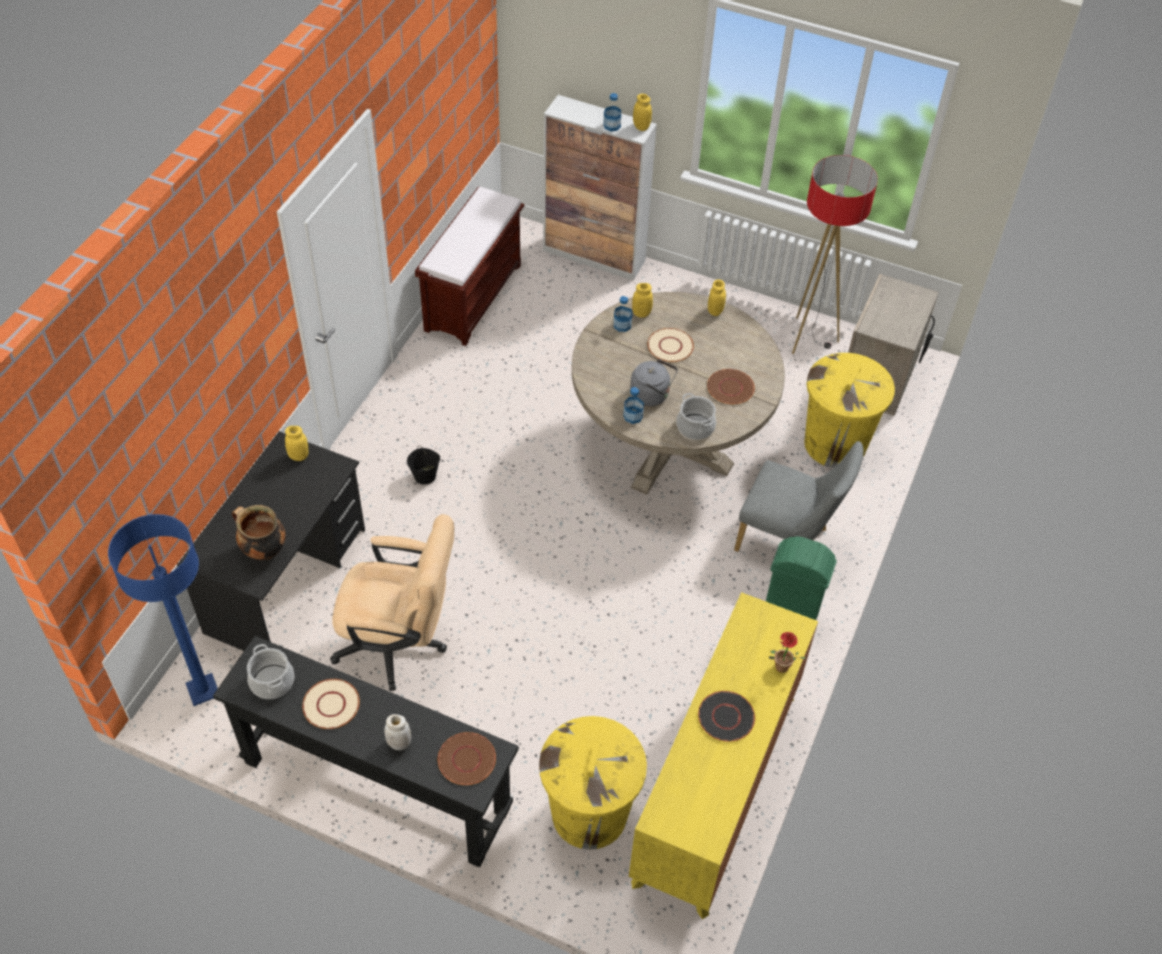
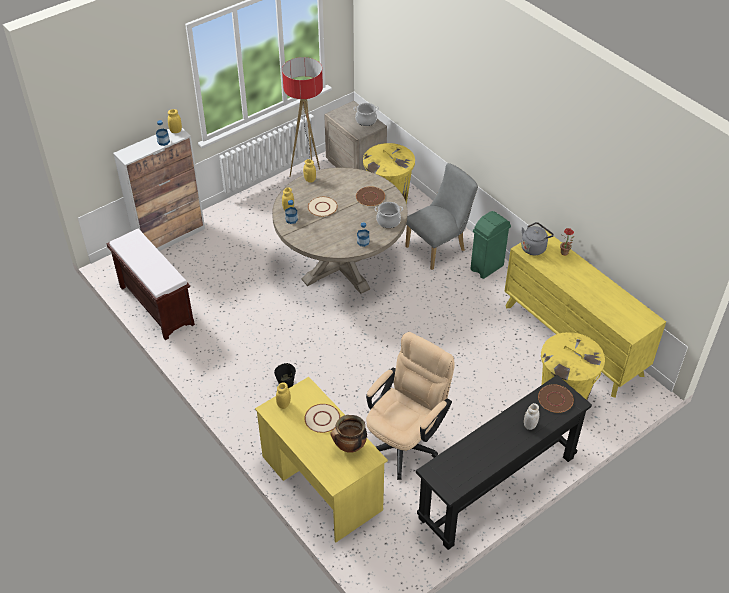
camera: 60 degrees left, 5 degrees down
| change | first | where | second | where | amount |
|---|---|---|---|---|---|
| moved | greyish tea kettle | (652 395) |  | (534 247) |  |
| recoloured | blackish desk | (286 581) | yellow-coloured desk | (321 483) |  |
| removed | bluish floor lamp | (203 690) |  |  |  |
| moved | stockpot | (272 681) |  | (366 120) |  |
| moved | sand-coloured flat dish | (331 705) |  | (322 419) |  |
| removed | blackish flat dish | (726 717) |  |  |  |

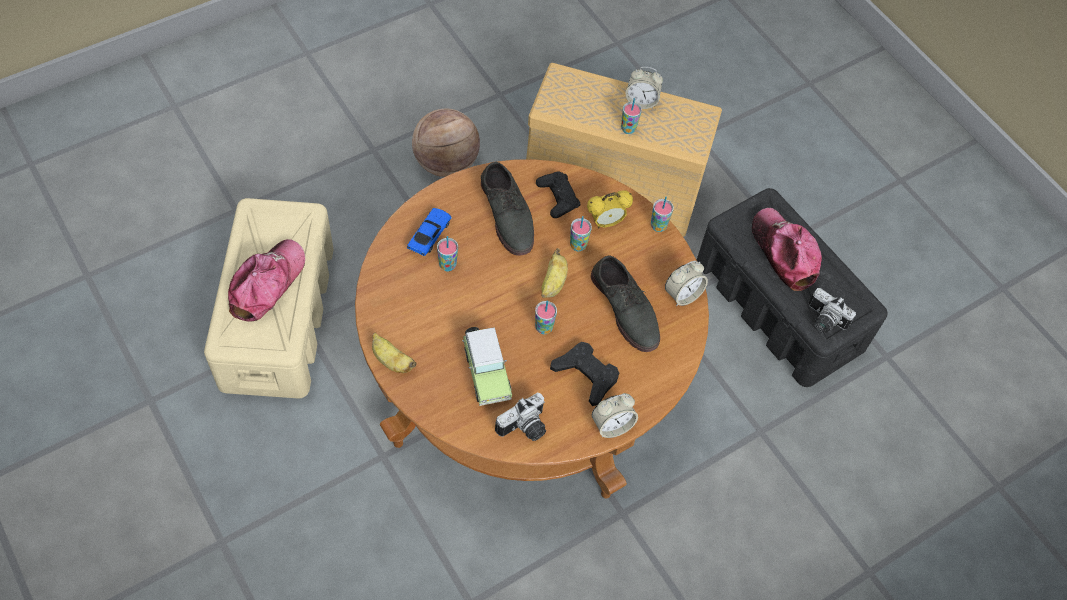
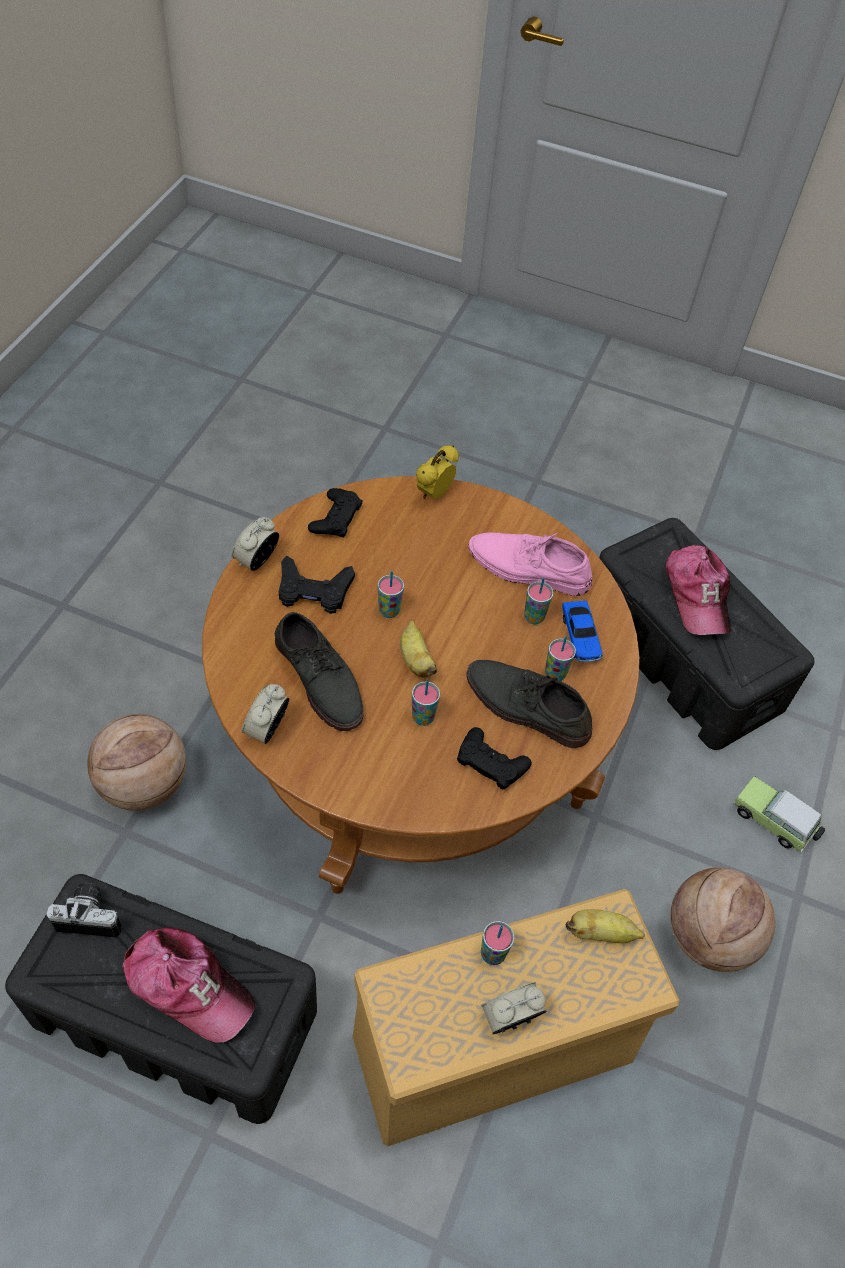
camera: 145 degrees right, 5 degrees down
| change | first | where | second | where | amount |
|---|---|---|---|---|---|
| moved | bedside clock | (606 223) |  | (434 494) |  |
| moved | cup | (658 226) |  | (555 674) |  |
| recoloured | sand-coloured storage bin | (278 315) | blackish storage bin | (683 657) |  |
| turned | greyish item of footwear | (626 308) |  | (320 678) | 150 degrees counterclockwise |
| moved | toy car | (486 371) |  | (774 822) |  |
| moved | banana fruit | (391 361) |  | (600 933) |  |
| replaced | photo camera | (525 428) | blackish game controller | (335 518) |  |
| added |  |  | pinkish item of footwear | (528 569) |  |
| added |  |  | basketball ball | (144 784) |  |

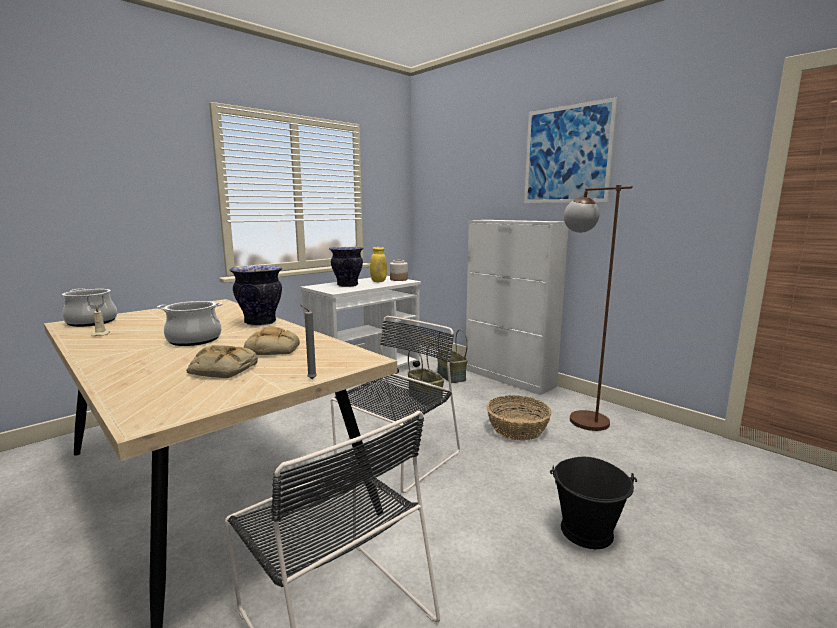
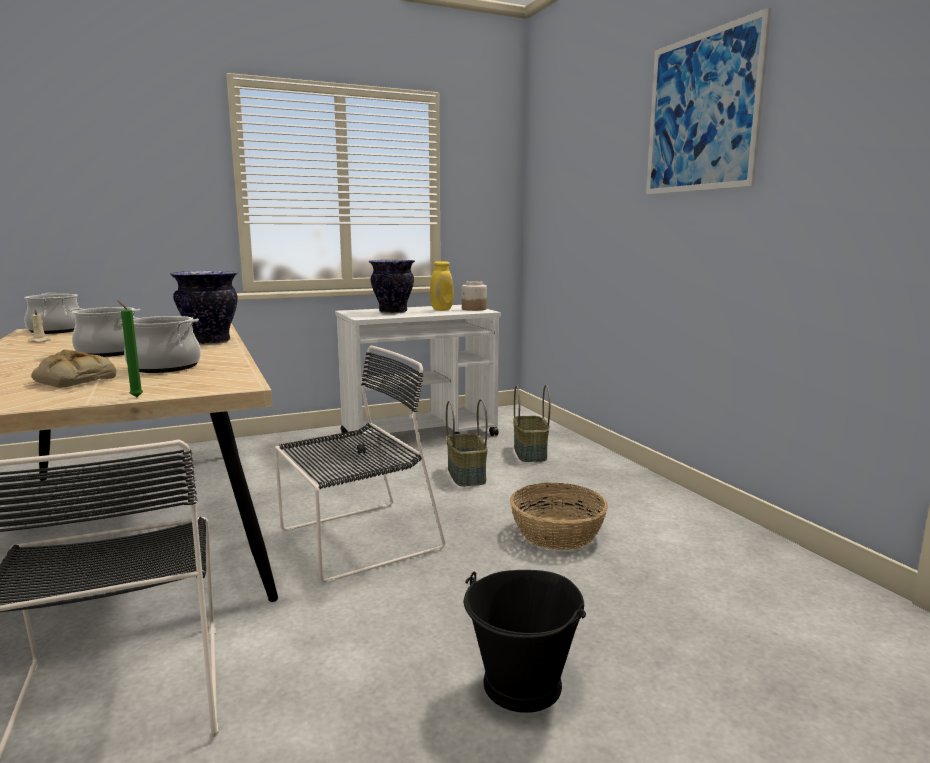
camera: 20 degrees right, 0 degrees up
| change | first | where | second | where | amount |
|---|---|---|---|---|---|
| removed | brown floor lamp | (579 416) |  |  |  |
| removed | white-coloured cabinet | (509 378) |  |  |  |
| recoloured | greyish candle | (310 379) | greenish candle | (135 397) |  |
| replaced | bread | (274 349) | stockpot | (165 367) |  |

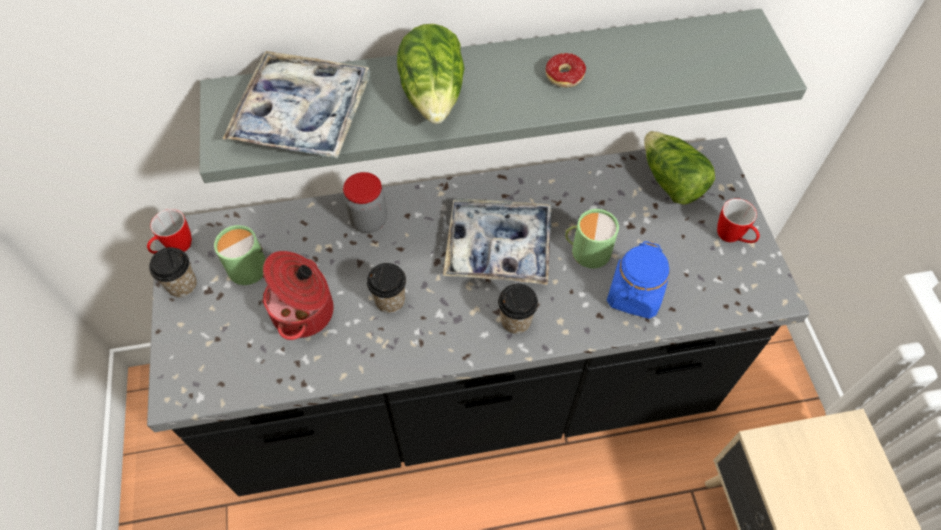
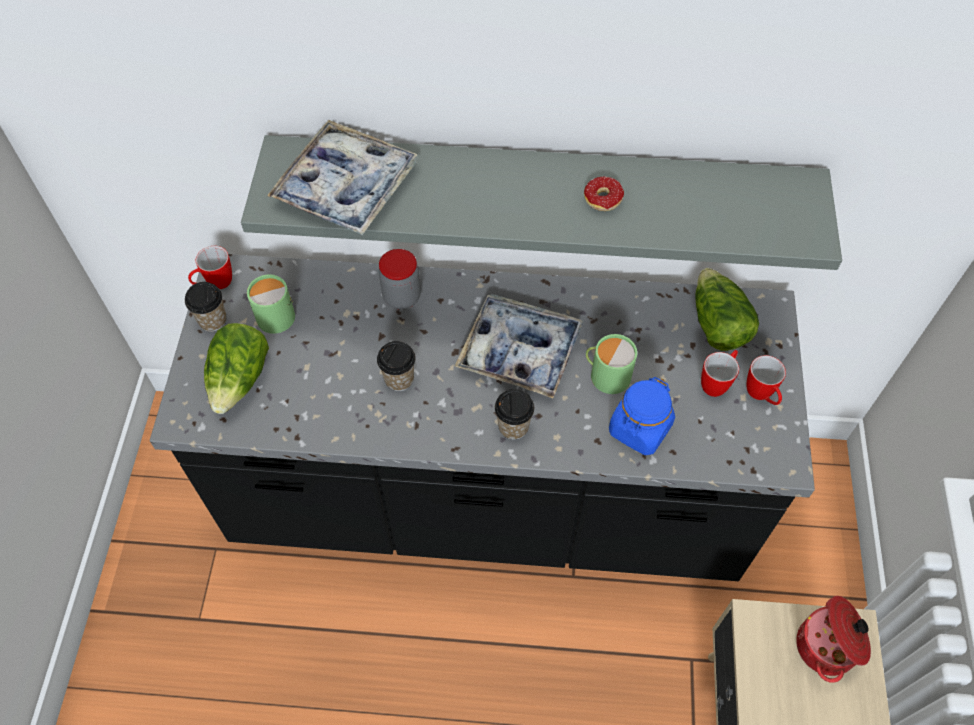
camera: 15 degrees right, 0 degrees up
| change | first | where | second | where | amount |
|---|---|---|---|---|---|
| moved | lettuce head | (434 95) |  | (240 379) |  |
| moved | stockpot | (305 312) |  | (827 647) |  |
| added |  |  | tea mug | (717 382) |  |

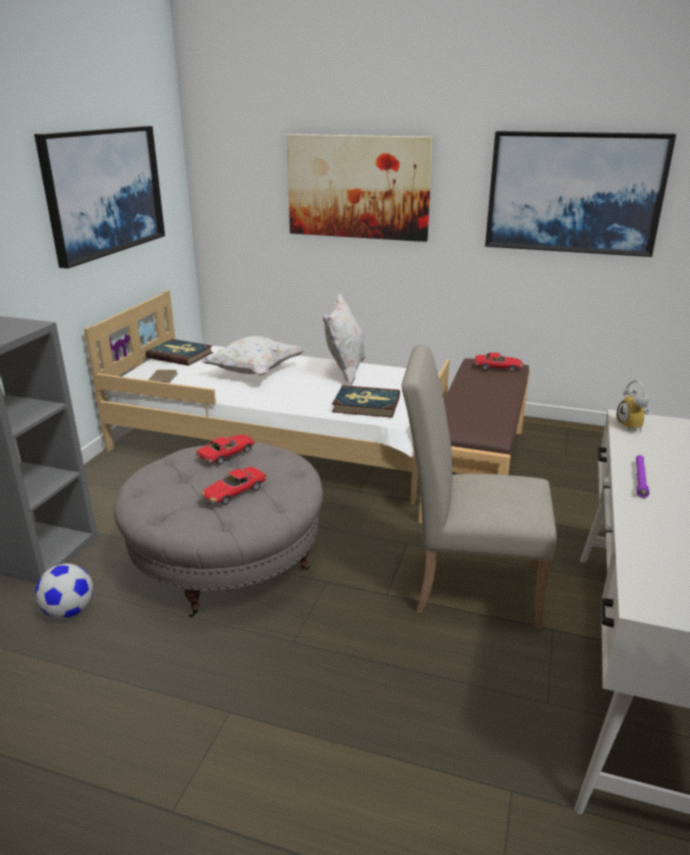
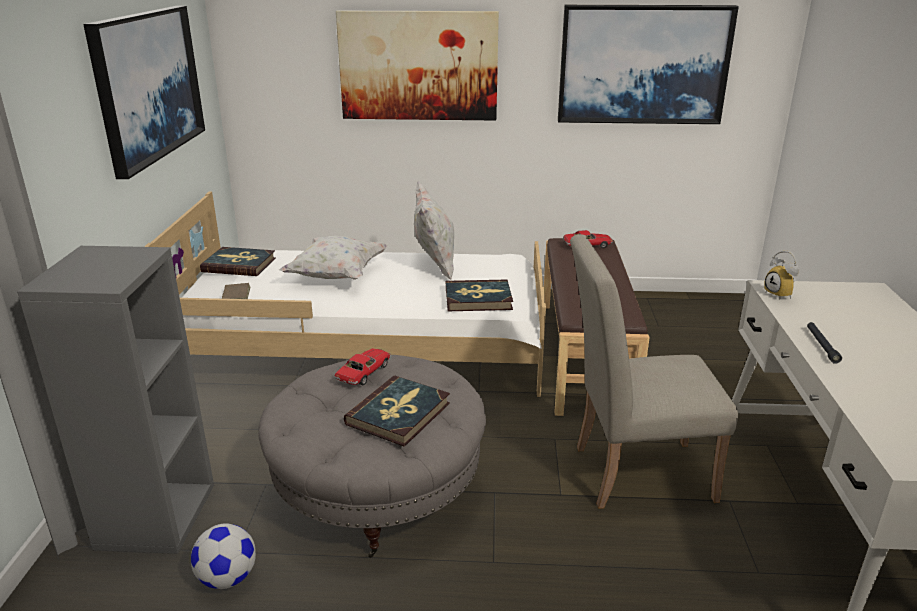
camera: 15 degrees left, 0 degrees up
| change | first | where | second | where | amount |
|---|---|---|---|---|---|
| recoloured | purple flashlight | (640 479) | blackish flashlight | (821 346) |  |
| replaced | toy car | (234 492) | book | (399 414) |  |

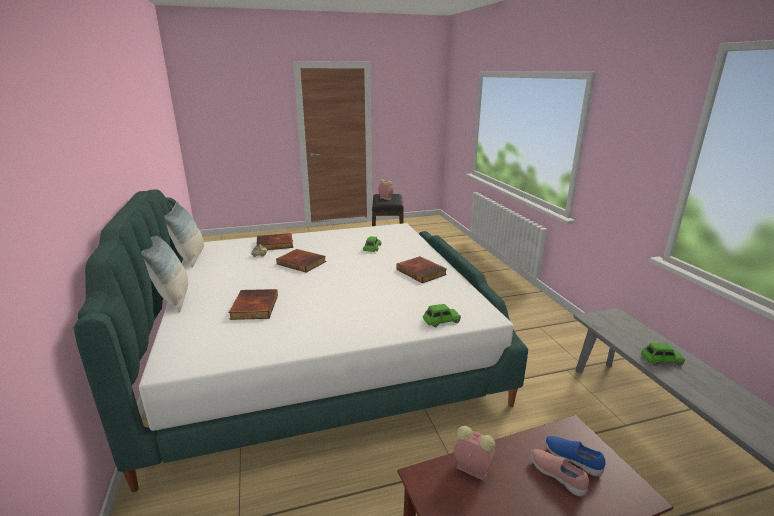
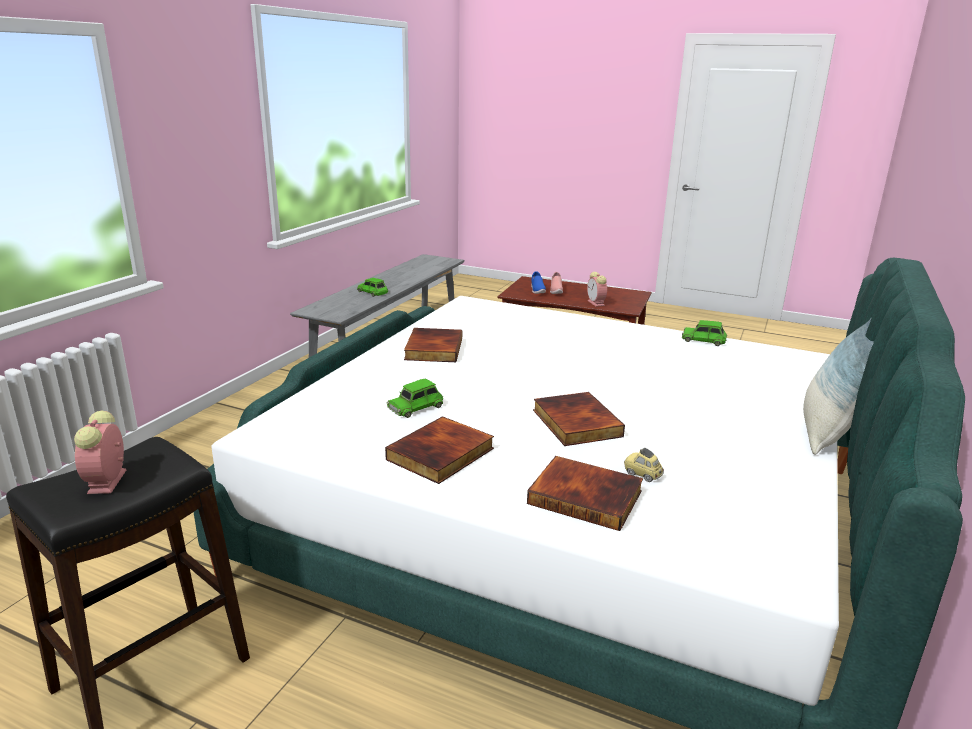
camera: 140 degrees left, 0 degrees up
| change | first | where | second | where | amount |
|---|---|---|---|---|---|
| removed | pillow | (190 257) |  |  |  |
| moved | book | (253 307) |  | (441 455) |  |
| moved | greenish toy car | (441 320) |  | (703 340) |  |

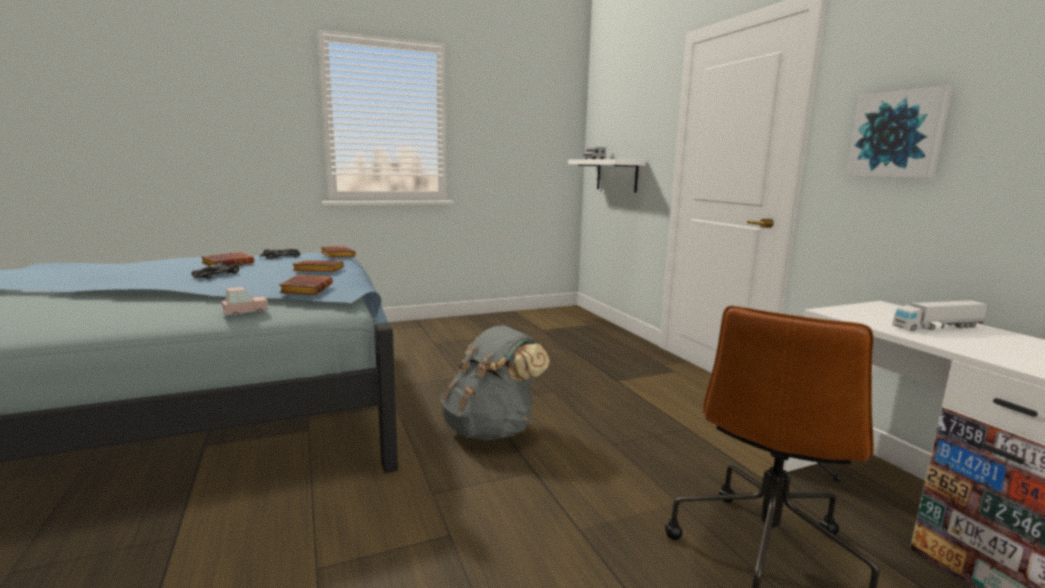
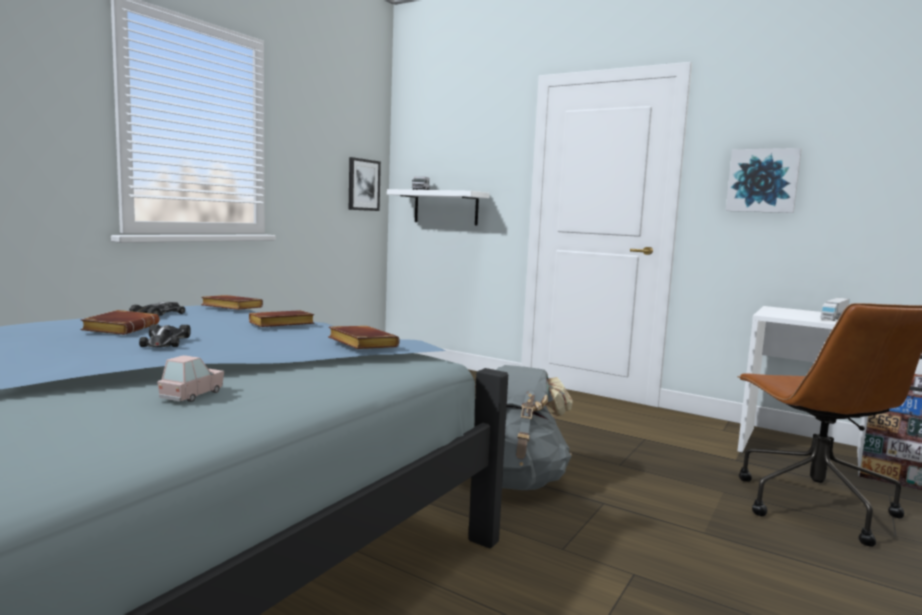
camera: 35 degrees left, 5 degrees down
| change | first | where | second | where | amount |
|---|---|---|---|---|---|
| moved | pinkish toy car | (246 313) |  | (192 395) |  |
| added |  |  | wall picture | (363 185) |  |

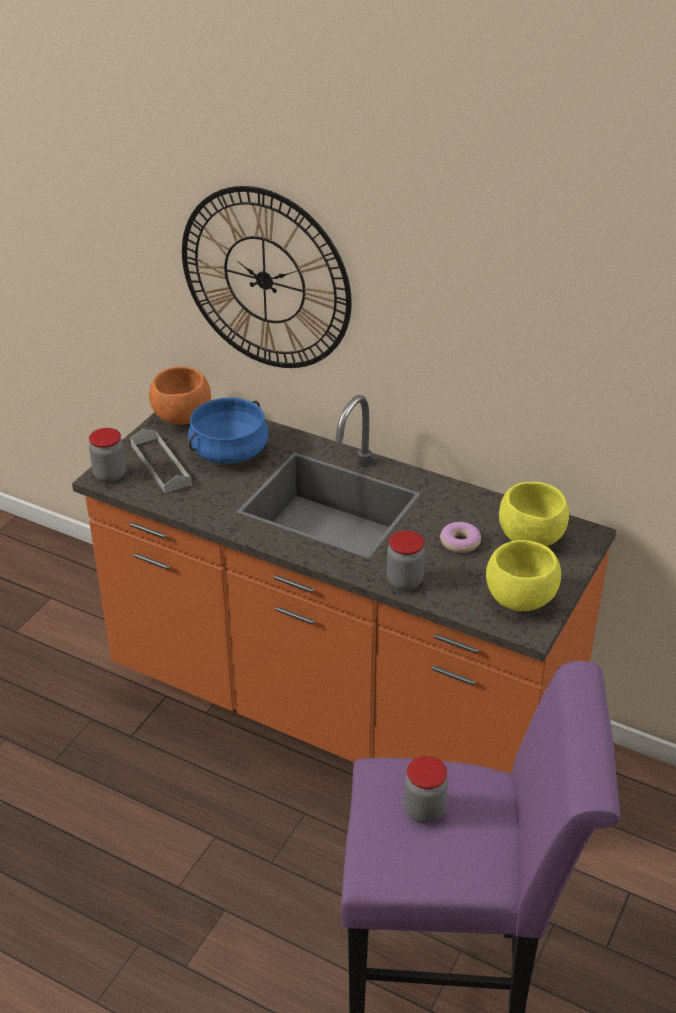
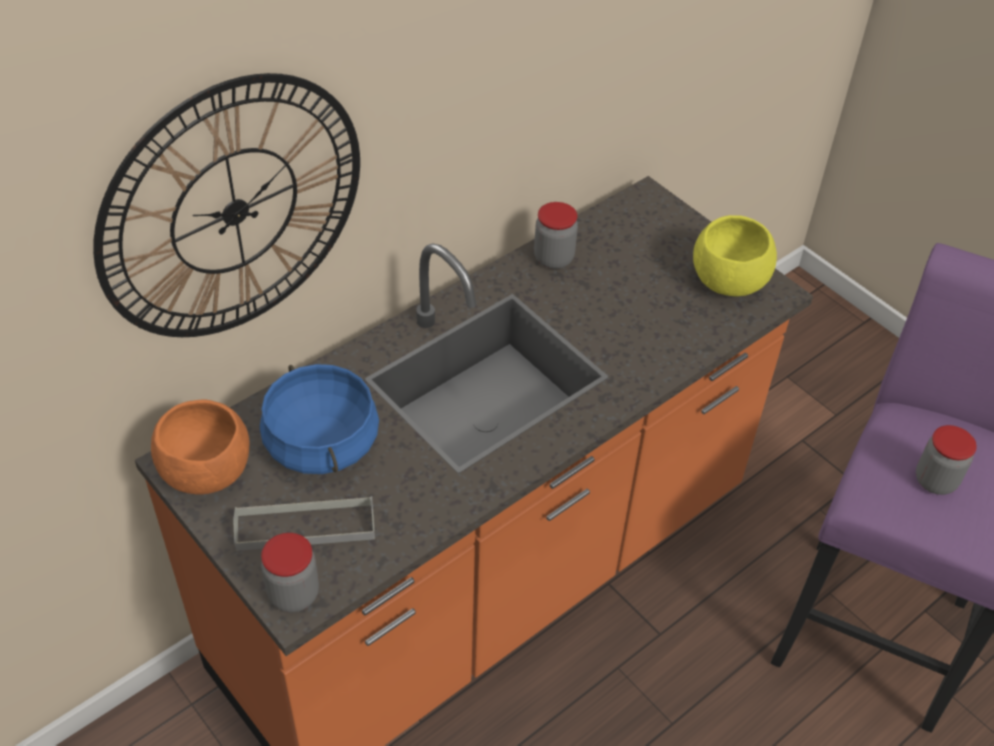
camera: 70 degrees left, 10 degrees up
| change | first | where | second | where | amount |
|---|---|---|---|---|---|
| removed | yellow-coloured deep dish | (530 539) |  |  |  |
| removed | ring doughnut | (460 542) |  |  |  |
| moved | storage jar | (404 581) |  | (553 258) |  |

